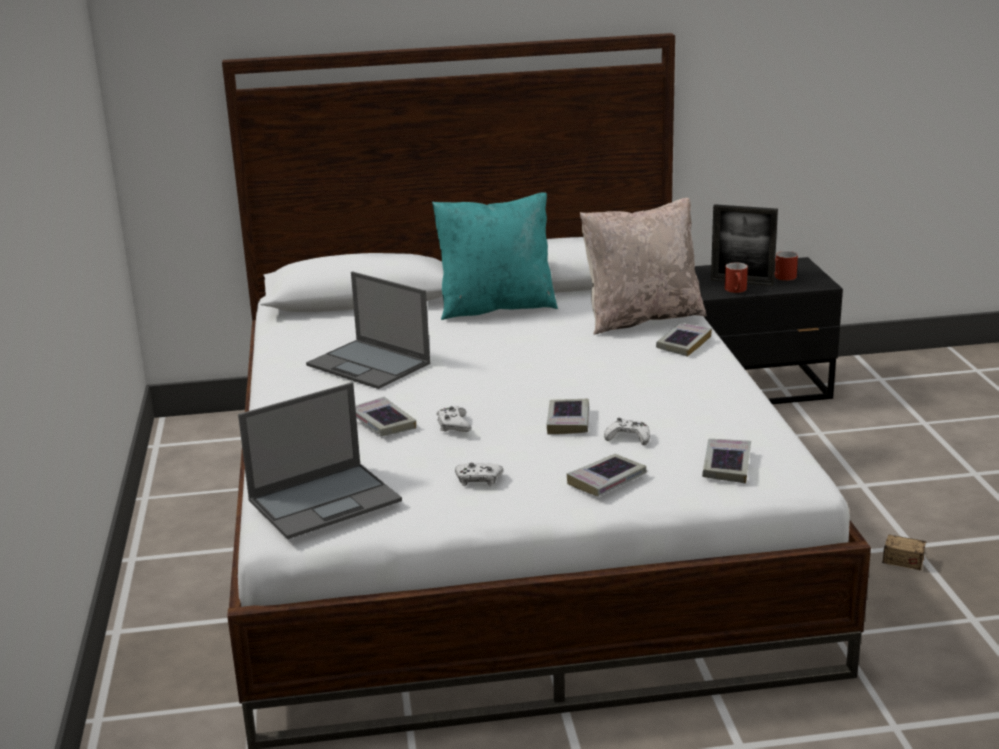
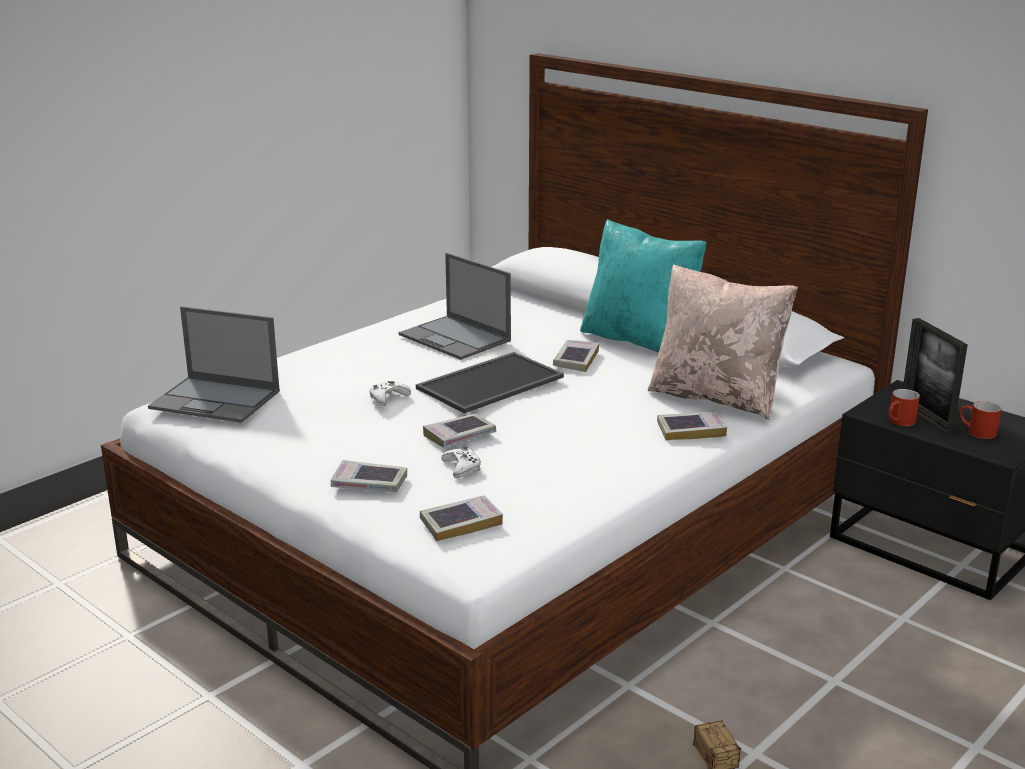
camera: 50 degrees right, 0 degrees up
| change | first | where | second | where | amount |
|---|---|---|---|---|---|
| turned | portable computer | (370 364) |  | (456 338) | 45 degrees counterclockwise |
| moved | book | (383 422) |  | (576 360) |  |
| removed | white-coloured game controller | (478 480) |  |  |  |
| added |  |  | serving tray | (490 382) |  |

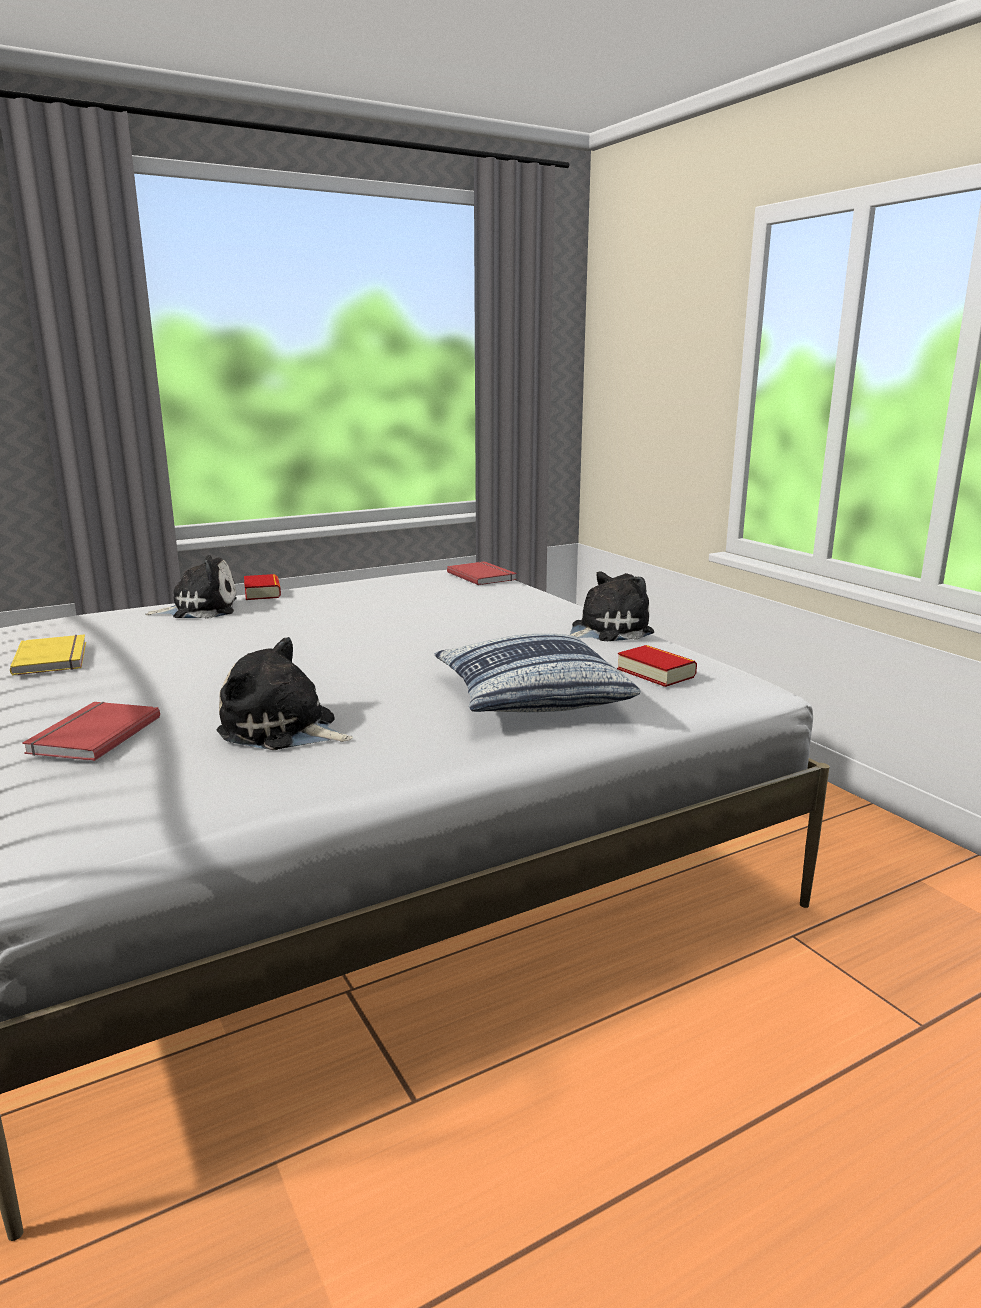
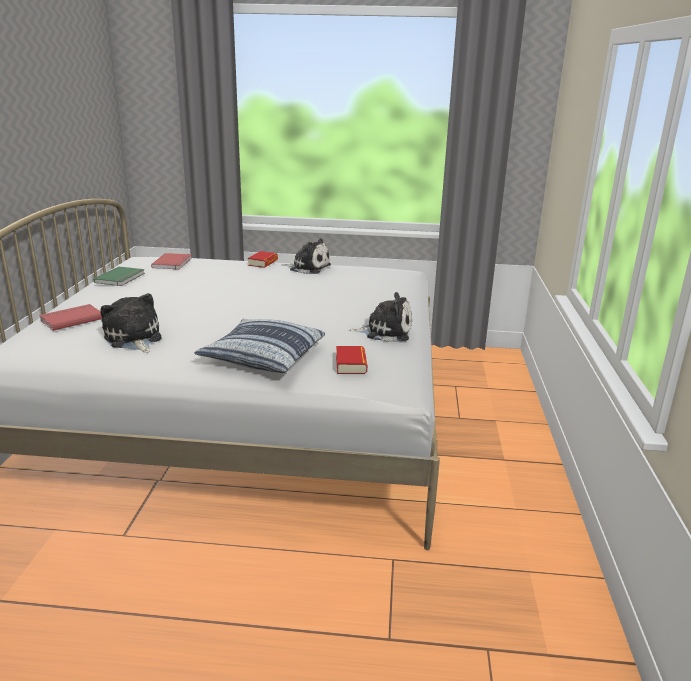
camera: 35 degrees right, 5 degrees up
| change | first | where | second | where | amount |
|---|---|---|---|---|---|
| moved | plush toy | (200 610) |  | (308 268) |  |
| moved | red book | (483 576) |  | (173 263) |  |
| recoloured | yellow-coloured book | (54 658) | greenish book | (121 278) |  |

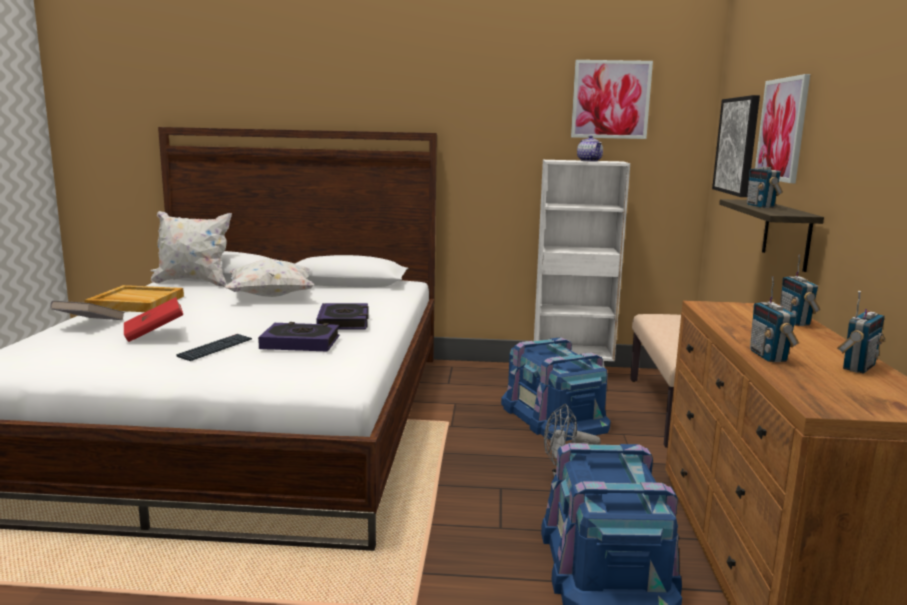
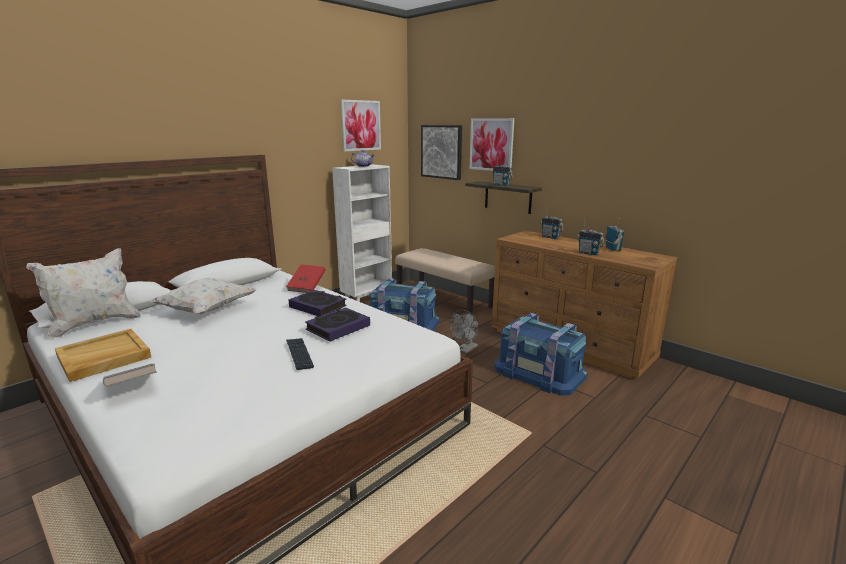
camera: 50 degrees left, 5 degrees up
| change | first | where | second | where | amount |
|---|---|---|---|---|---|
| moved | red book | (154 334) |  | (307 287) |  |

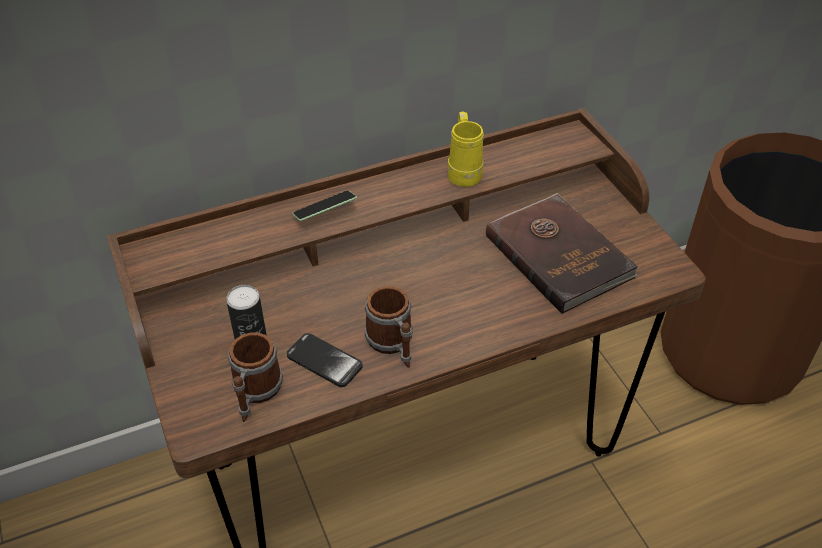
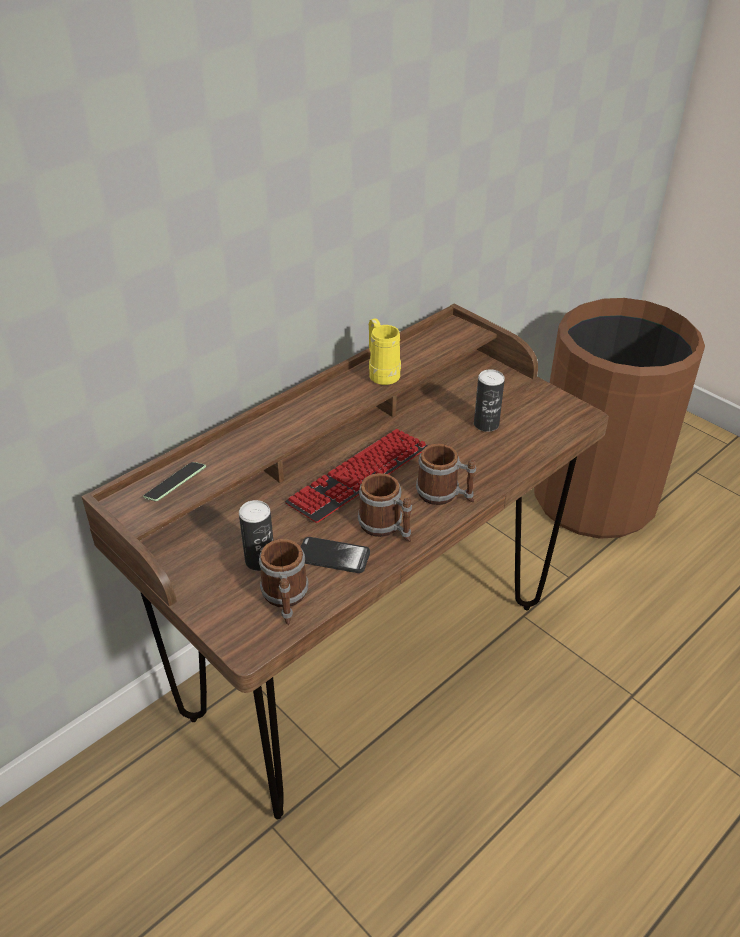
camera: 20 degrees left, 5 degrees down
| change | first | where | second | where | amount |
|---|---|---|---|---|---|
| moved | telephone | (325 212) |  | (176 488) |  |
| replaced | brown book | (559 255) | sealed can | (486 424) |  |
| added |  |  | PC keyboard | (359 476) |  |
| added |  |  | tea mug | (445 495) |  |

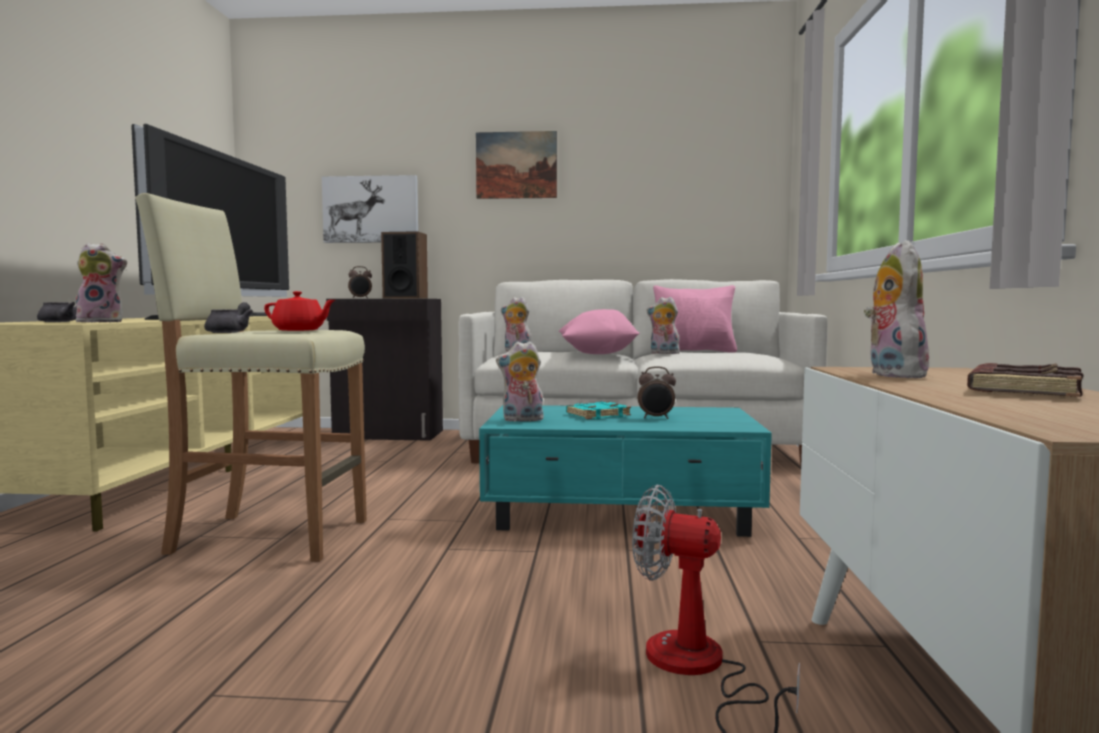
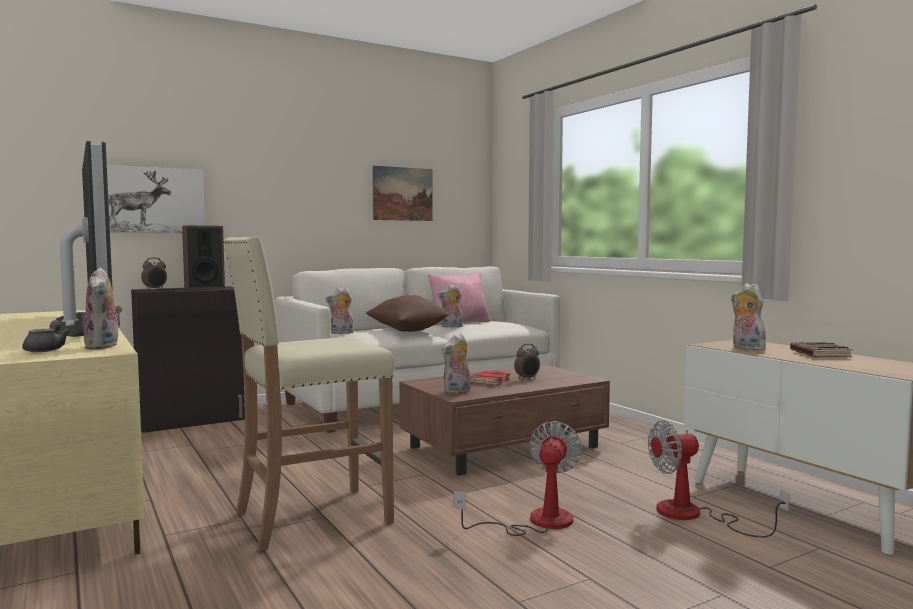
camera: 35 degrees left, 0 degrees up
| change | first | where | second | where | amount |
|---|---|---|---|---|---|
| moved | wall picture | (516 165) |  | (402 194) |  |
| turned | plush toy | (102 322) |  | (104 347) | 120 degrees clockwise |
| removed | red teapot | (299 330) |  |  |  |
| removed | greyish teapot | (230 332) |  |  |  |
| recoloured | pinkish pillow | (597 353) | brown pillow | (407 330) |  |
| recoloured | blue-green book | (598 415) | red book | (489 381) |  |
| recoloured | blue-green low table | (622 512) | brown low table | (506 447) |  |
| added |  |  | fan | (536 522) |  |

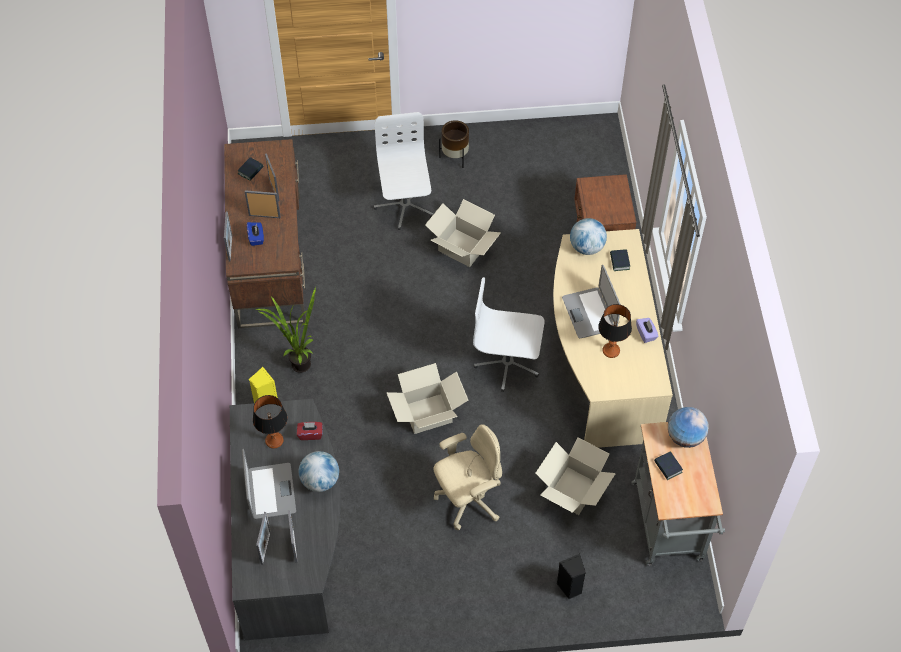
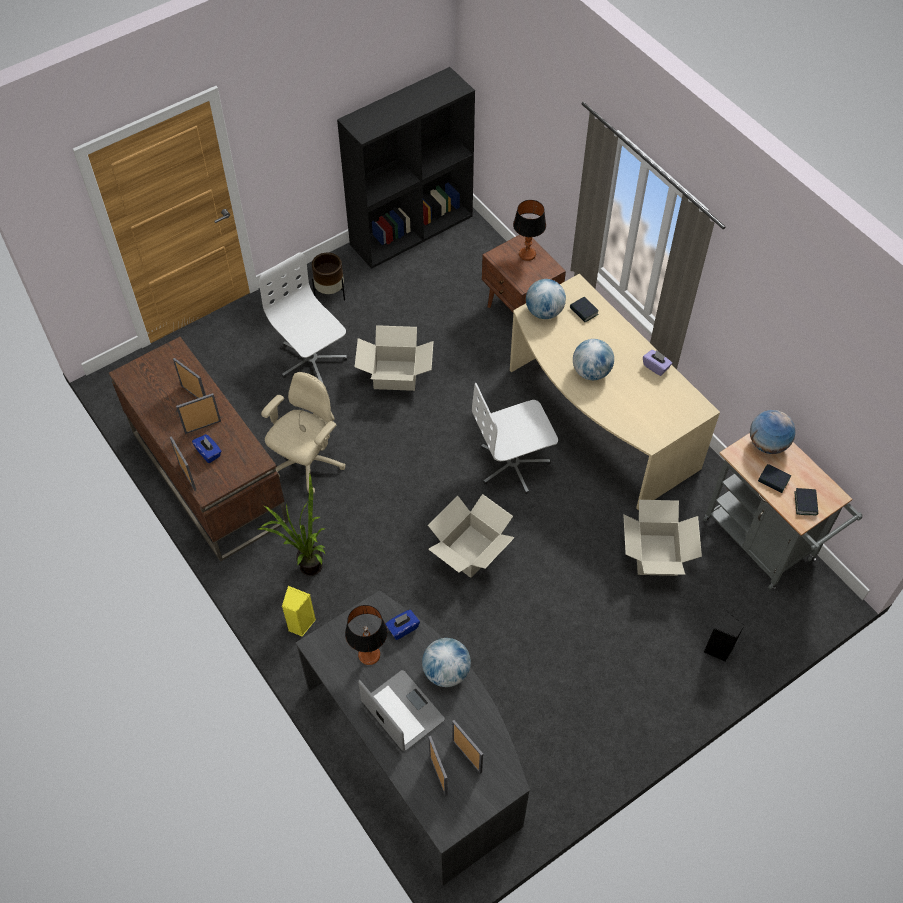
camera: 30 degrees left, 0 degrees up
| change | first | where | second | where | amount |
|---|---|---|---|---|---|
| moved | book | (250 170) |  | (805 503) |  |
| replaced | portable computer | (590 313) | globe | (591 372) |  |
| moved | lamp for a table | (611 351) |  | (527 254) |  |
| recoloured | red tissue holder | (310 434) | bluish tissue holder | (402 628) |  |
| moved | sand-coloured computer chair | (468 500) |  | (307 464) |  |
| added |  |  | blackish shelving unit | (411 229) |  |

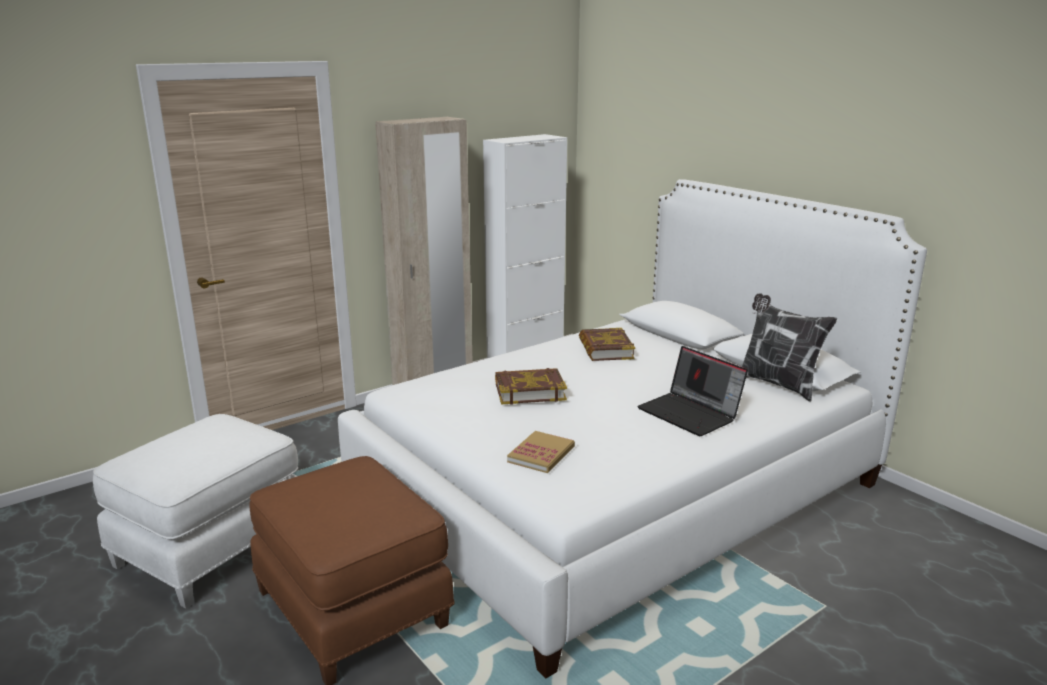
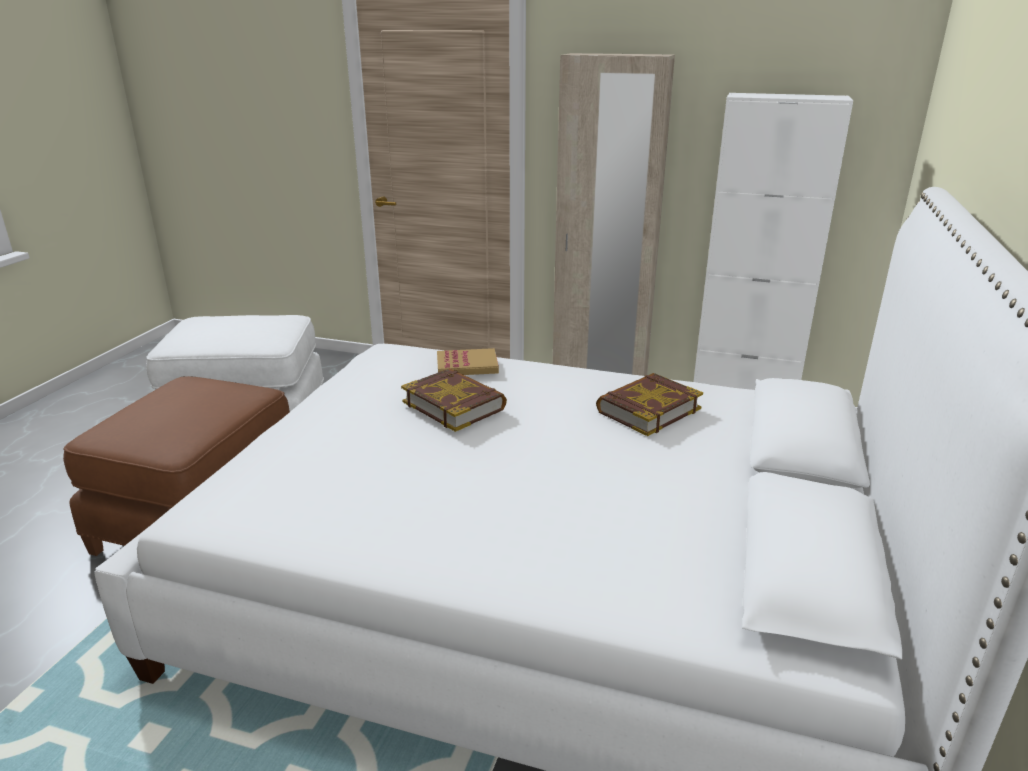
camera: 55 degrees right, 5 degrees up
| change | first | where | second | where | amount |
|---|---|---|---|---|---|
| removed | pillow | (777 384) |  |  |  |
| removed | portable computer | (691 414) |  |  |  |
| moved | book | (541 454) |  | (467 365) |  |

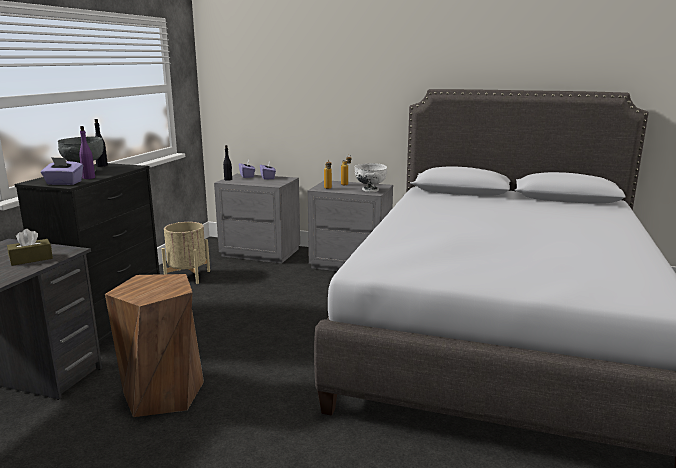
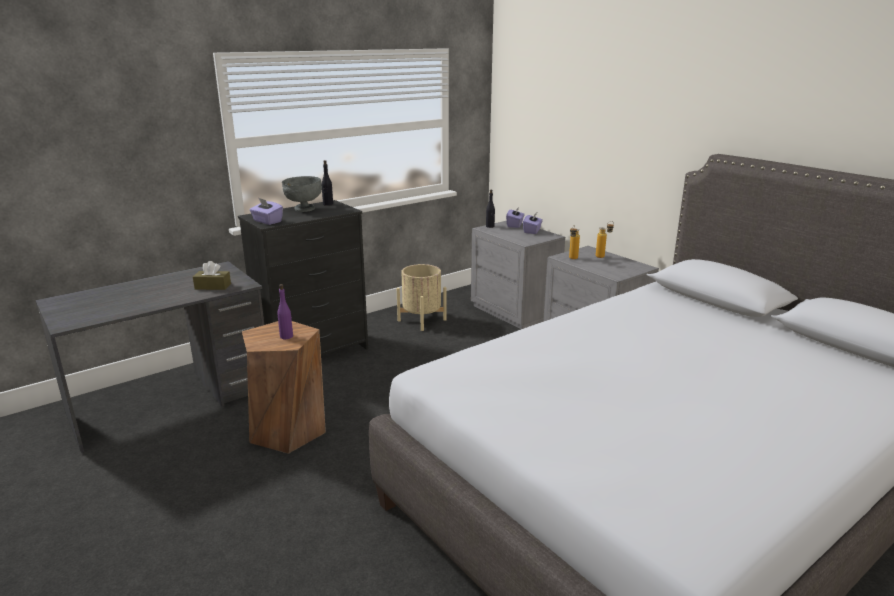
camera: 35 degrees right, 5 degrees up
| change | first | where | second | where | amount |
|---|---|---|---|---|---|
| moved | purple bottle | (89 178) |  | (286 336) |  |
| removed | white-coloured deep dish | (370 190) |  |  |  |

